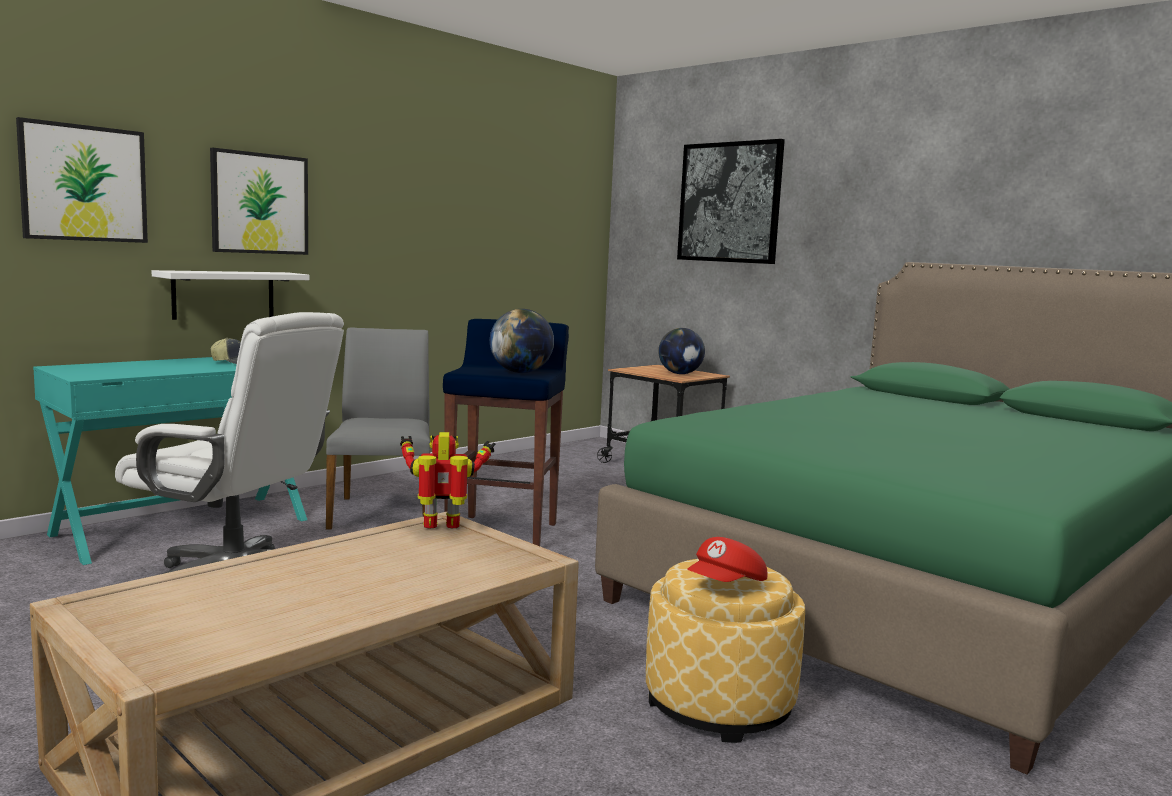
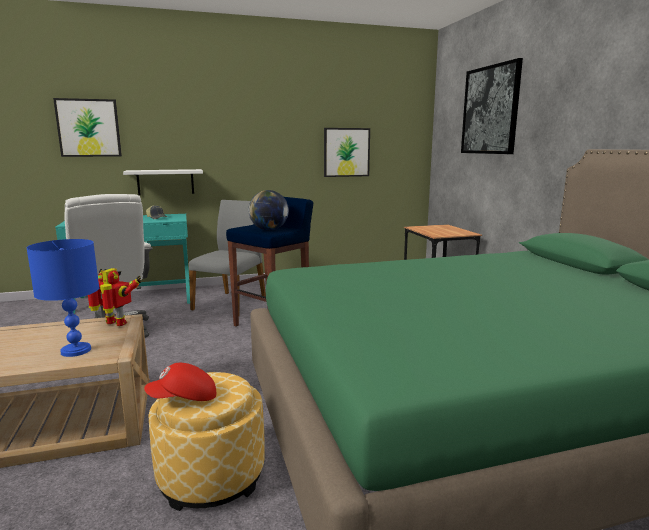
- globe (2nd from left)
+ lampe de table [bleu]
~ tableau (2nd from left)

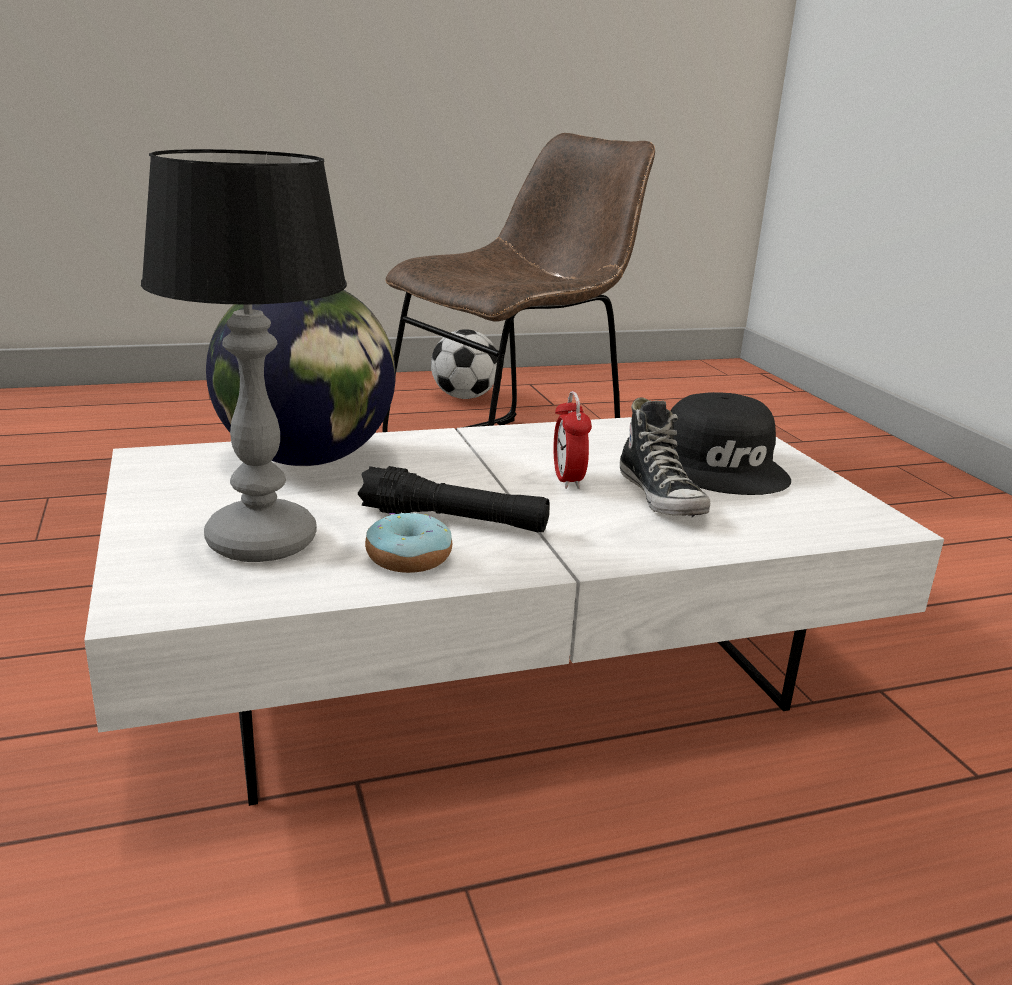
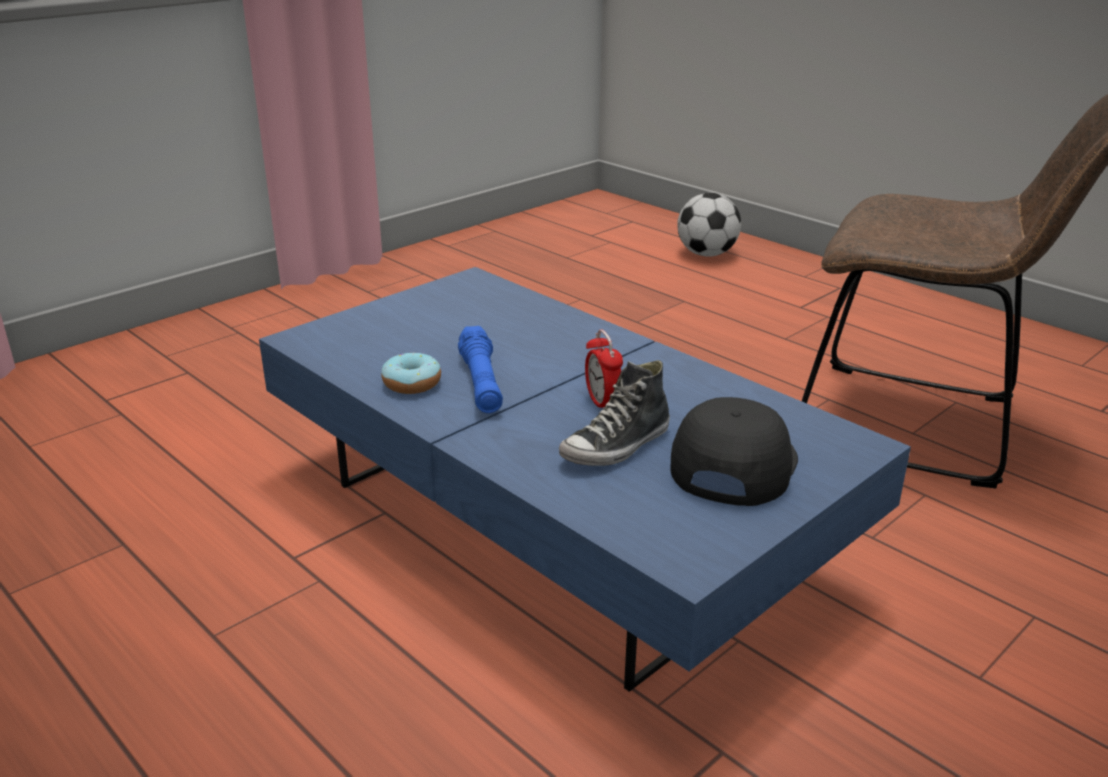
- lampe de table
- globe
~ ballon de foot
~ table basse [blanc] to table basse [bleu]
~ lampe de poche [noir] to lampe de poche [bleu]
~ réveil 75 degrees counterclockwise
~ casquette [noir] 150 degrees clockwise

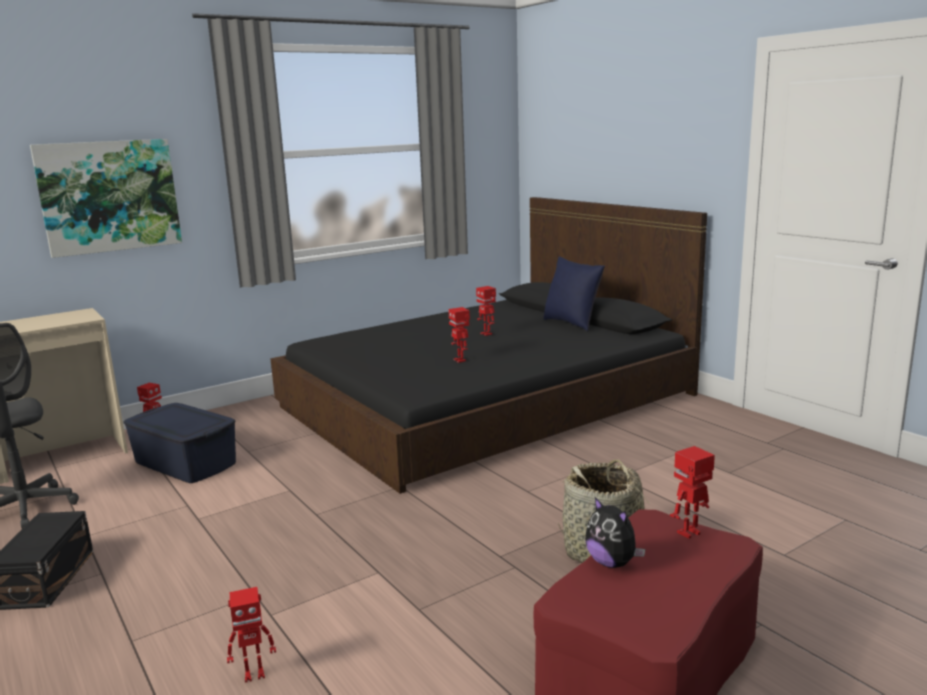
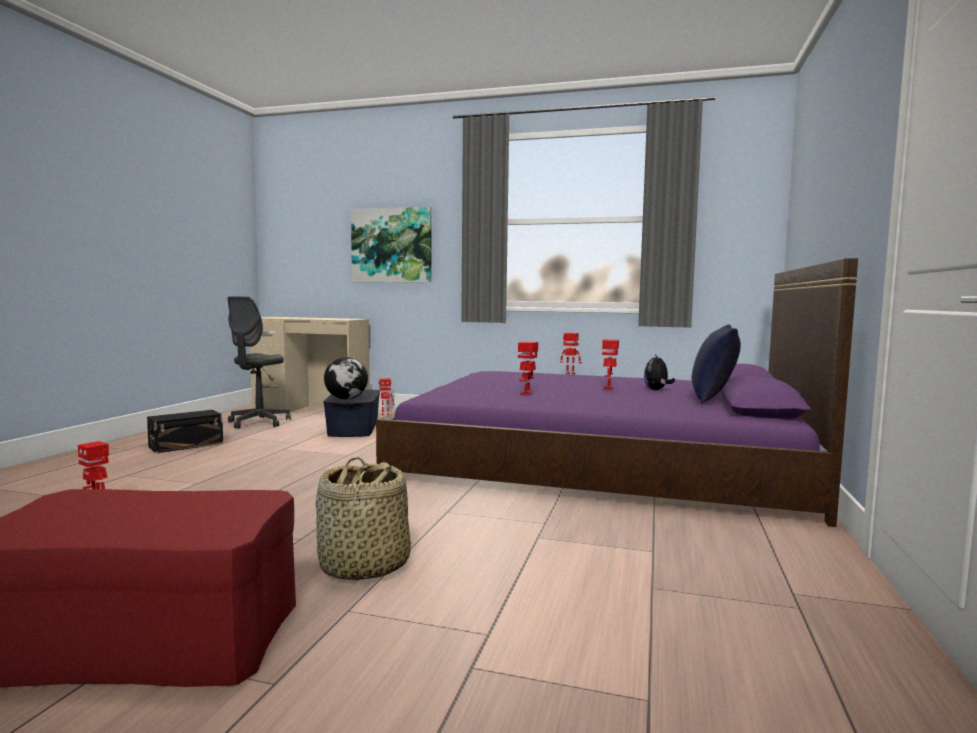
+ globe
~ peluche
~ robot jouet (5th from left in the first image) to robot jouet (4th from left)
~ lit [noir] to lit [violet]

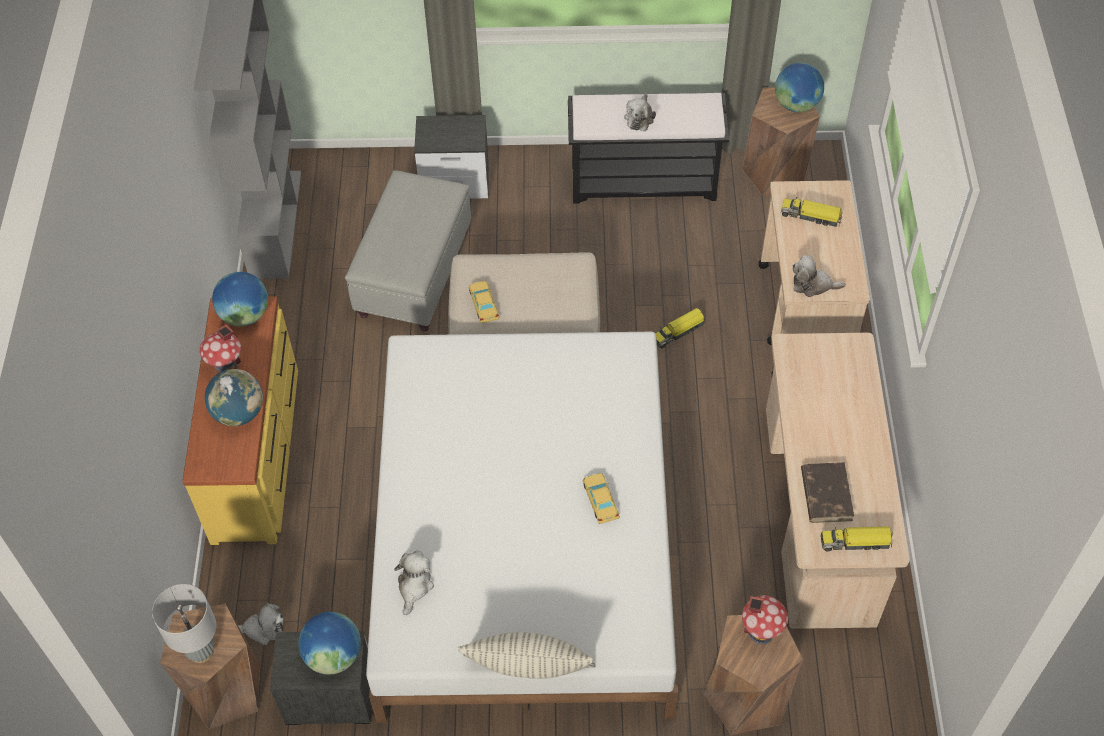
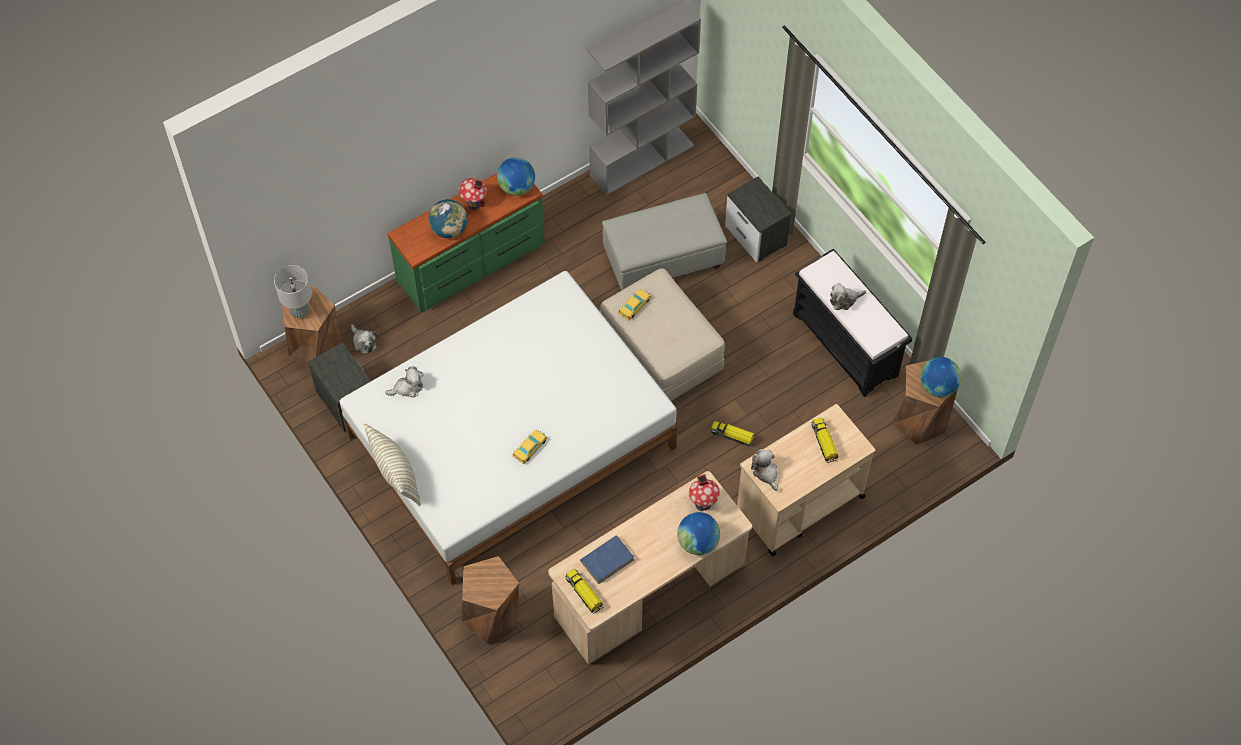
~ globe (3rd from left)
~ maison miniature (2nd from left)
~ commode [jaune] to commode [vert]
~ livre [marron] to livre [bleu]

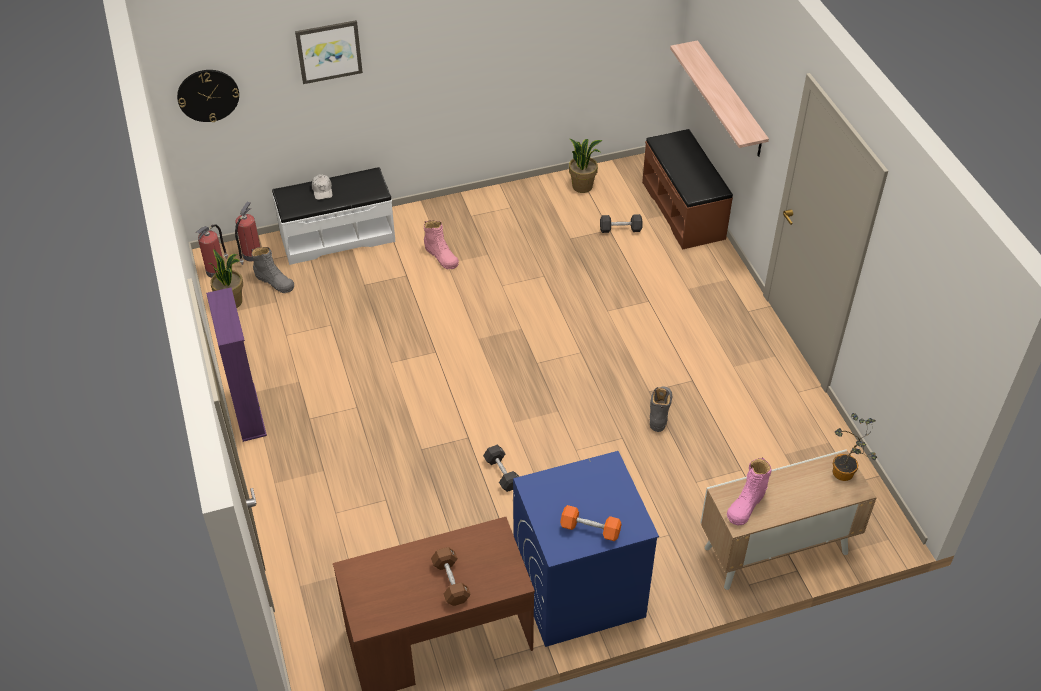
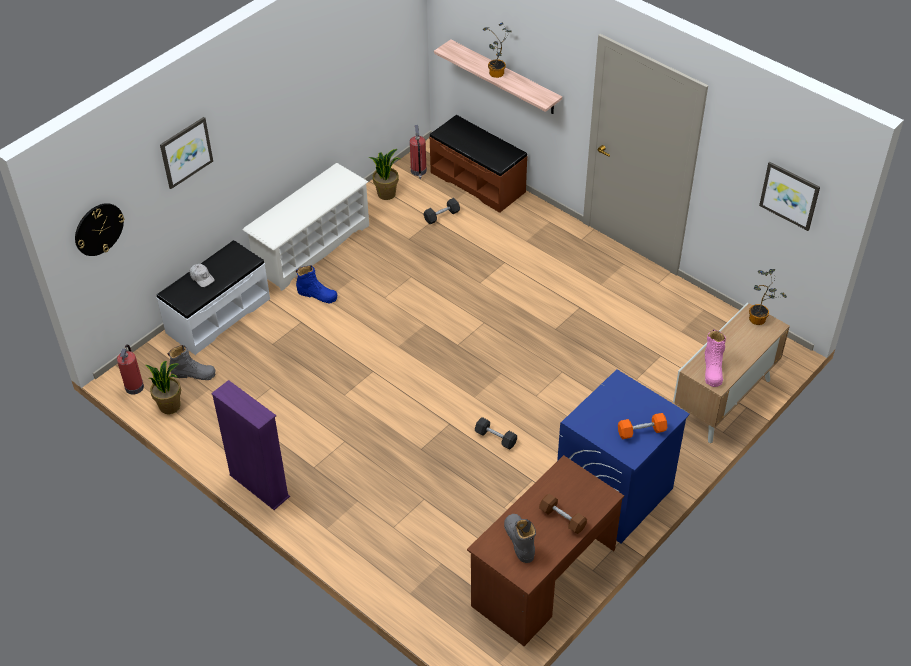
+ étagère à chaussures [blanc]
+ plante en pot (3rd from left)
+ tableau (2nd from left)
~ extincteur (2nd from left)
~ botte [gris] (2nd from left)
~ botte [rose] (1st from left) to botte [bleu]

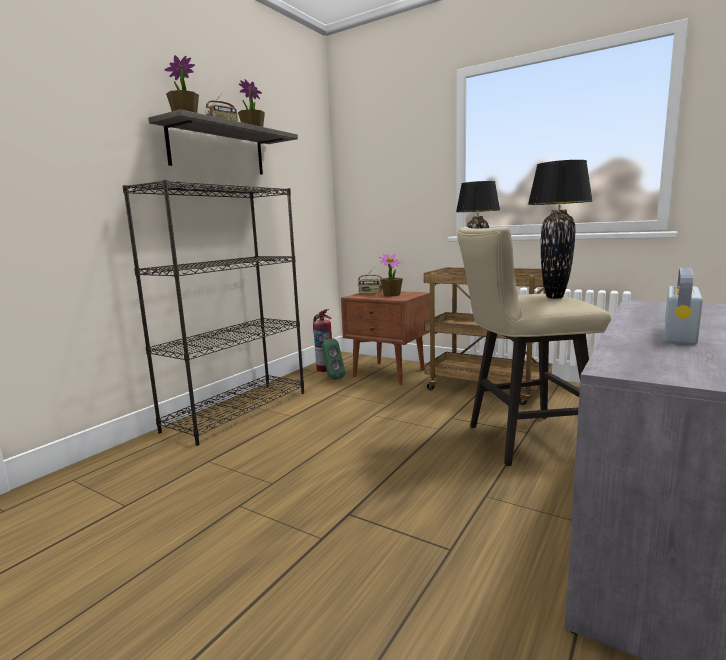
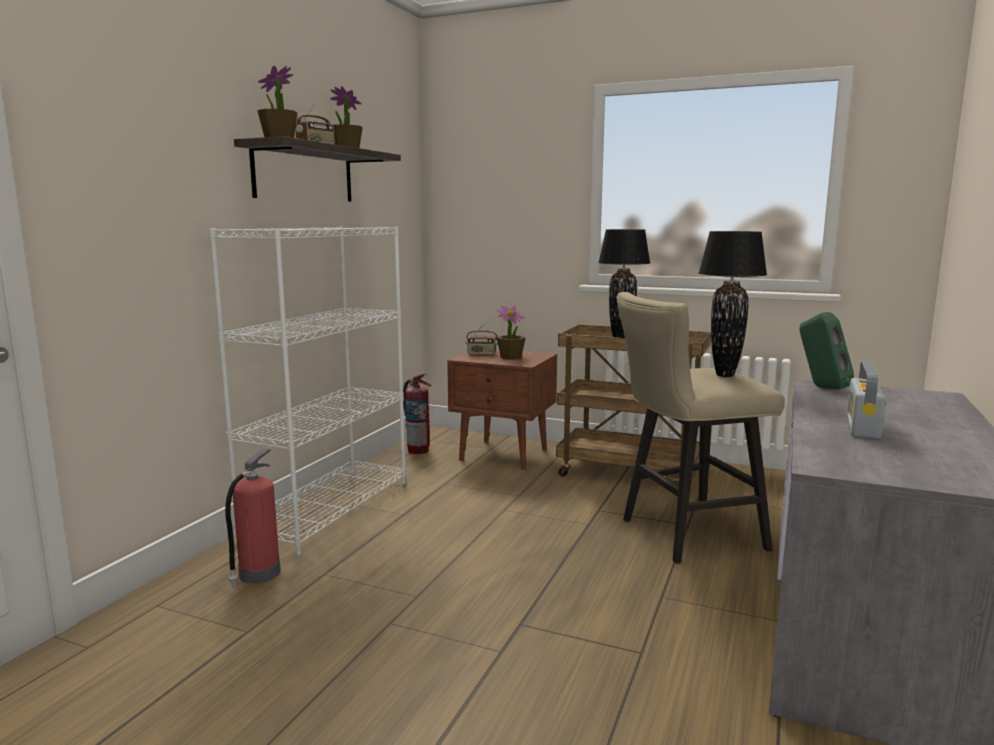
+ extincteur (1st from left)
~ enceinte [vert]
~ bibliothèque [noir] to bibliothèque [blanc]

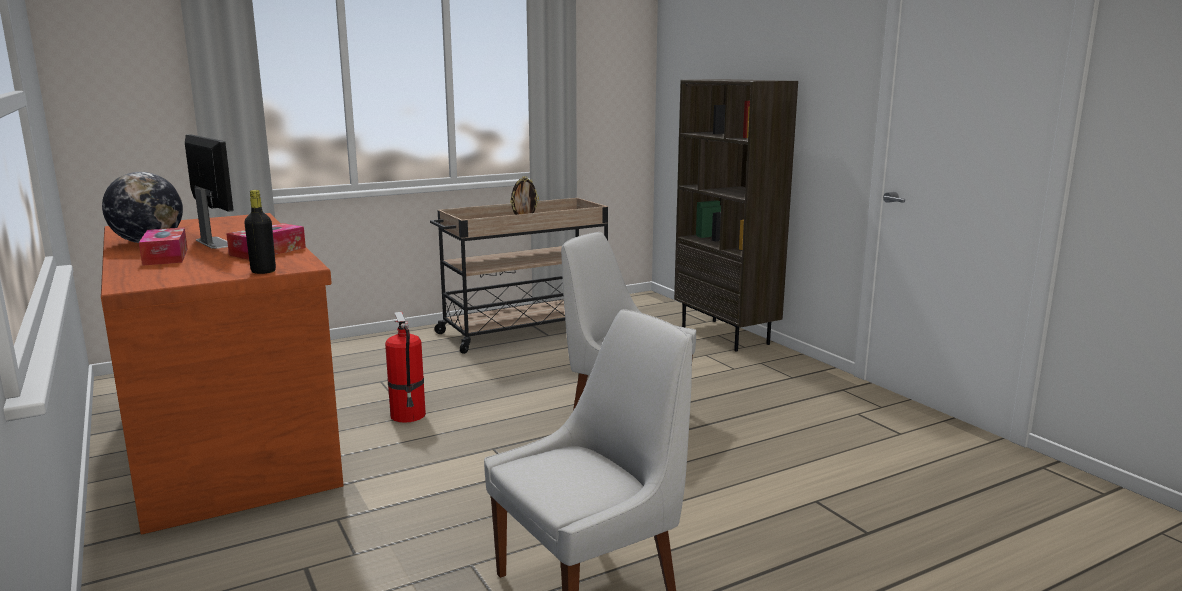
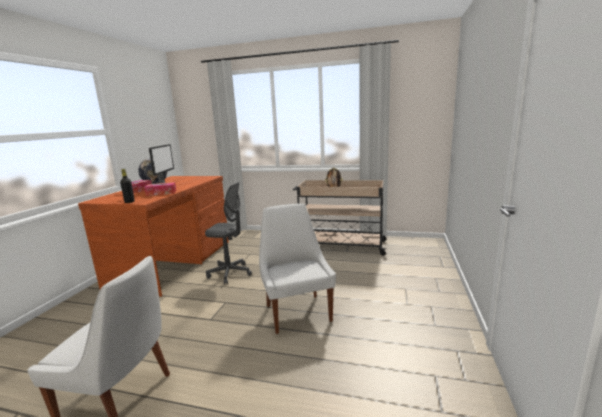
- bibliothèque [marron]
~ extincteur to chaise de bureau [gris]

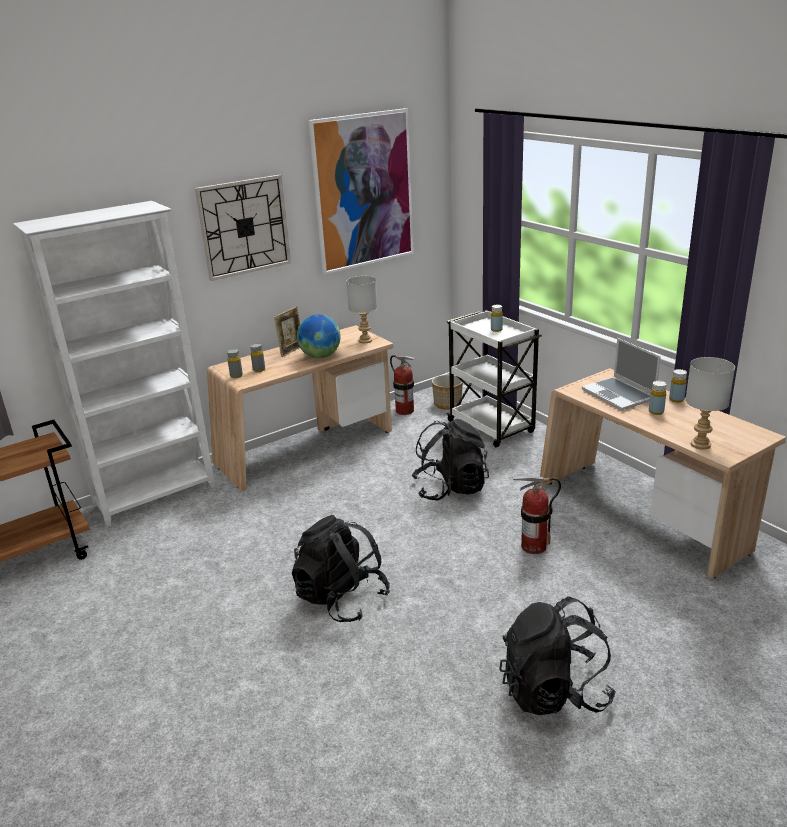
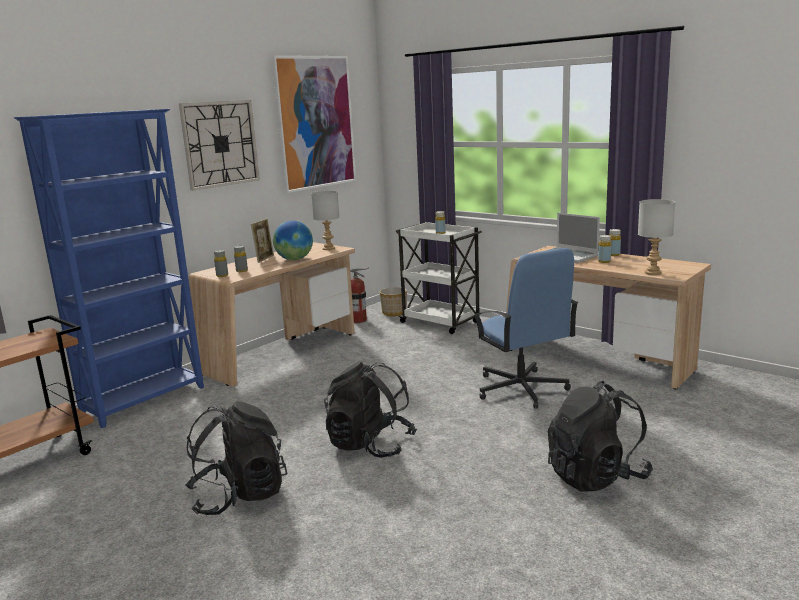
~ sac à dos [noir] (2nd from left in the first image) to sac à dos [noir] (1st from left)
~ extincteur (2nd from left) to chaise de bureau [bleu]
~ bibliothèque [blanc] to bibliothèque [bleu]

